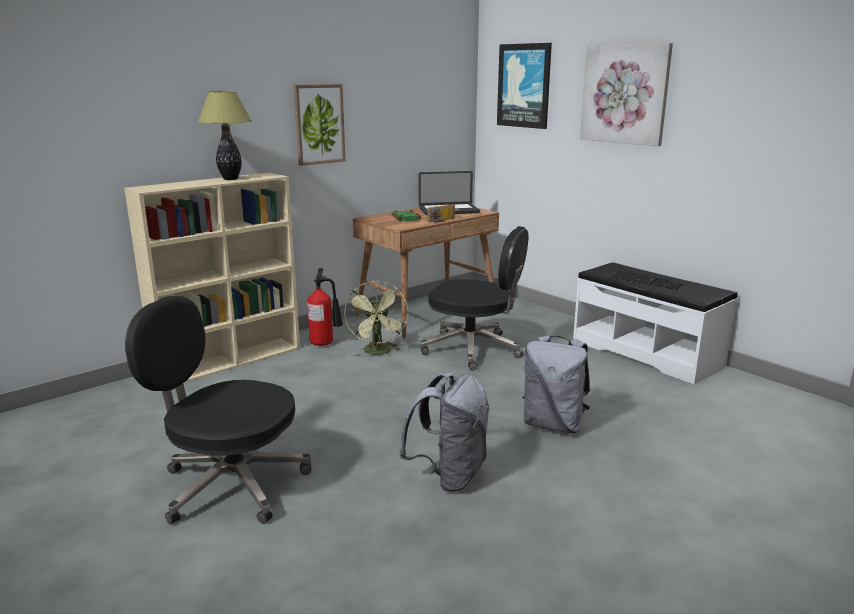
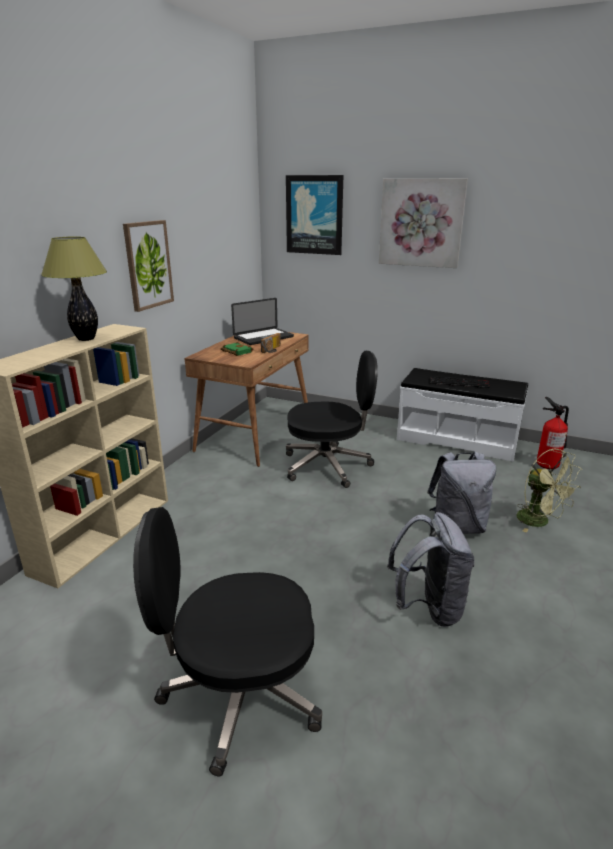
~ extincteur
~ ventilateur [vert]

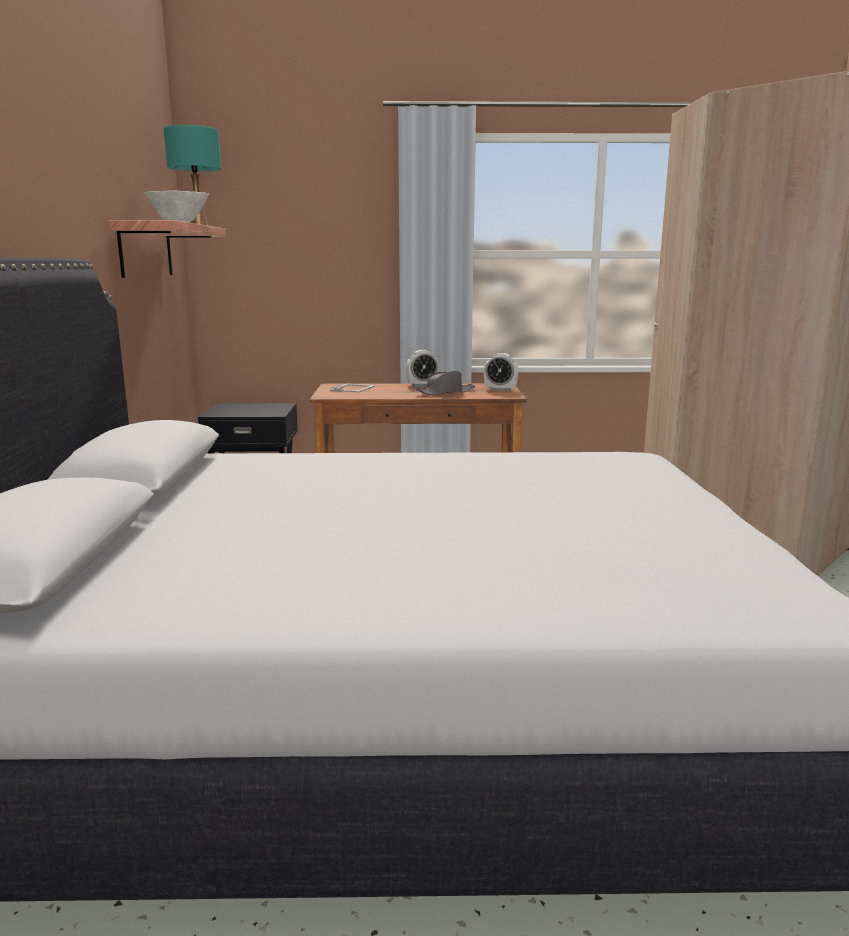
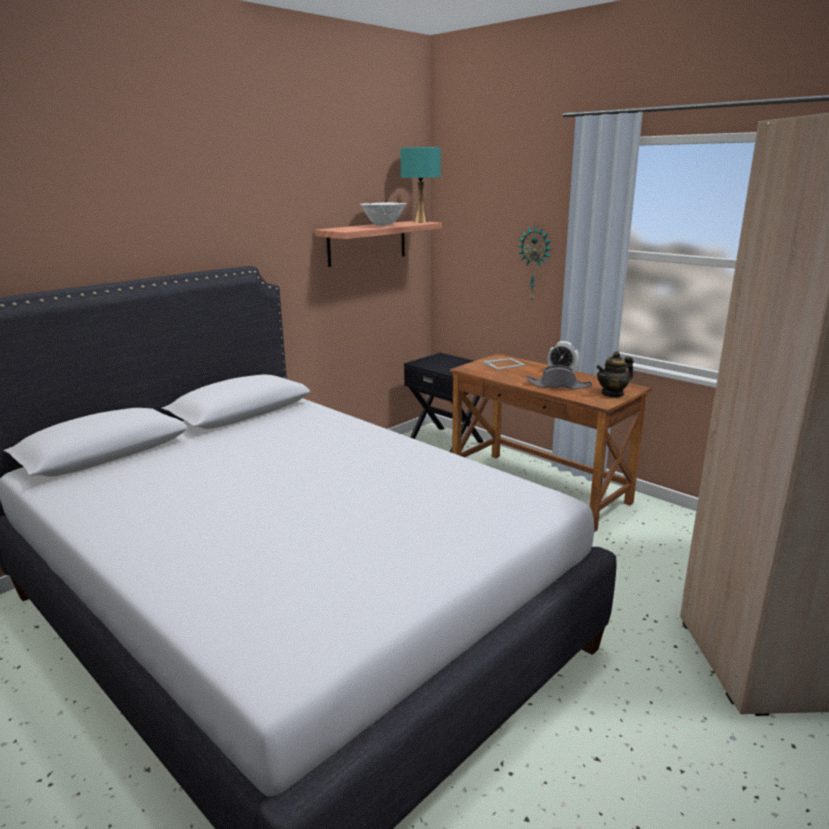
+ horloge murale
~ réveil (2nd from left) to théière

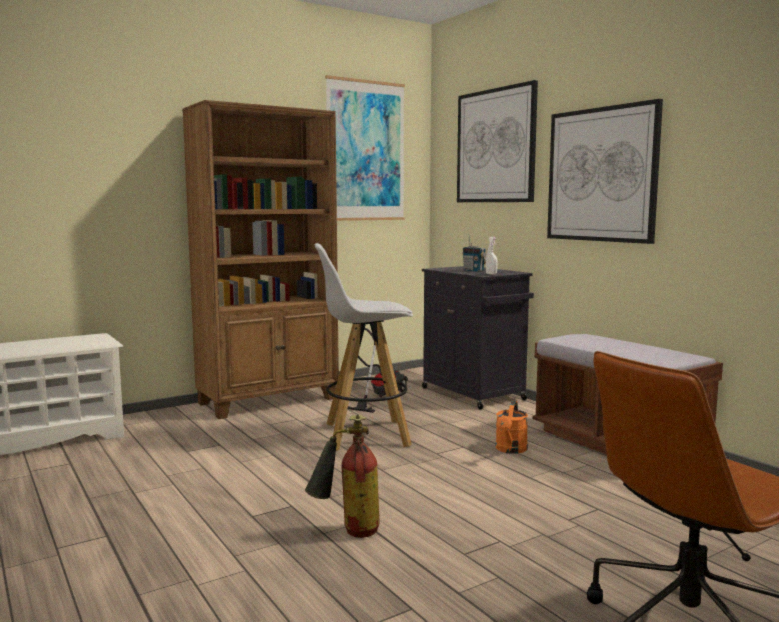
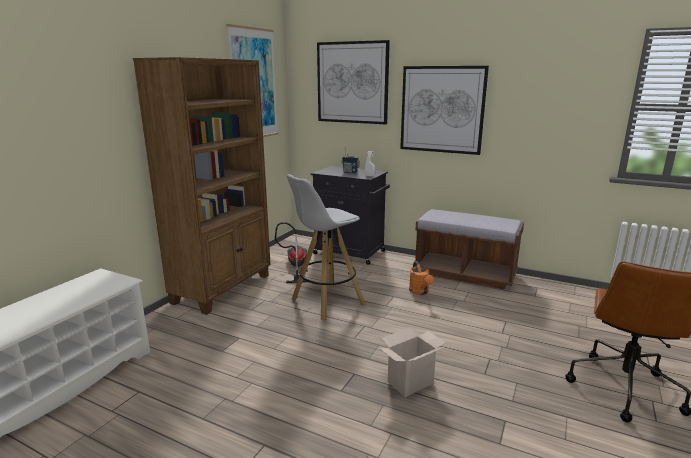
~ extincteur to carton

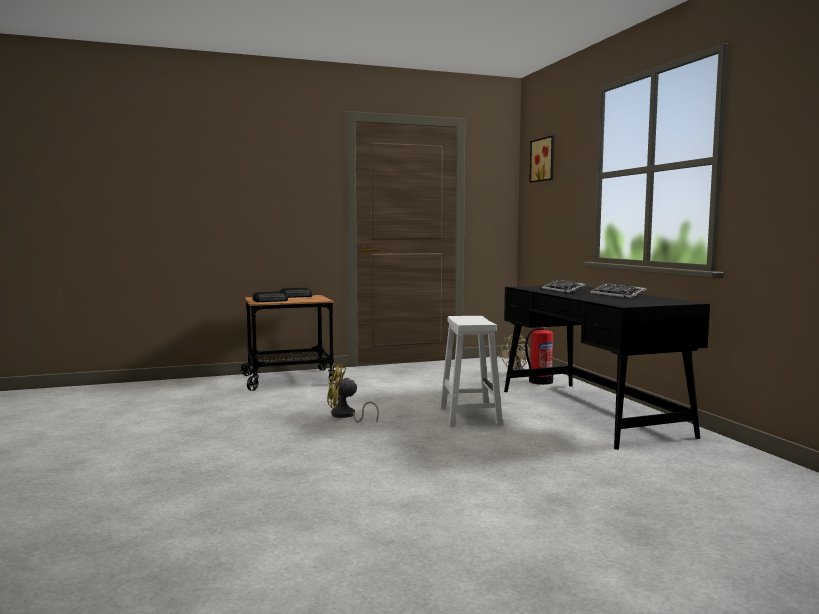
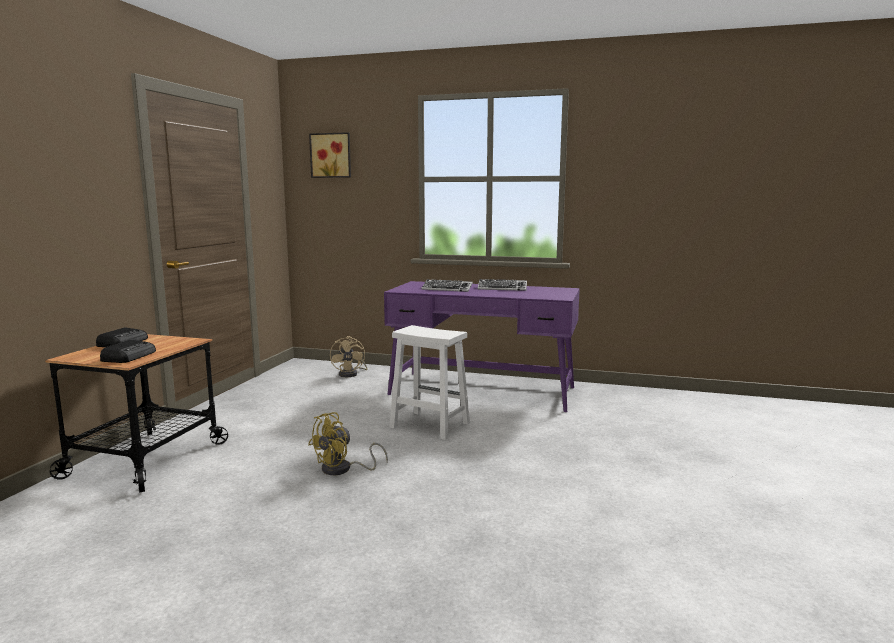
- extincteur
~ bureau [noir] to bureau [violet]

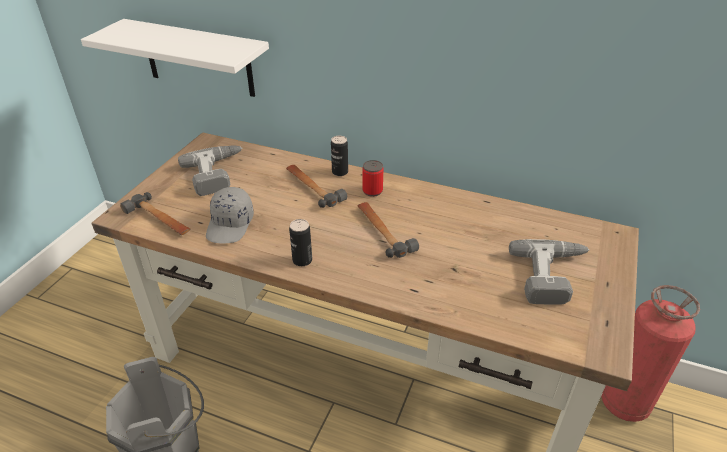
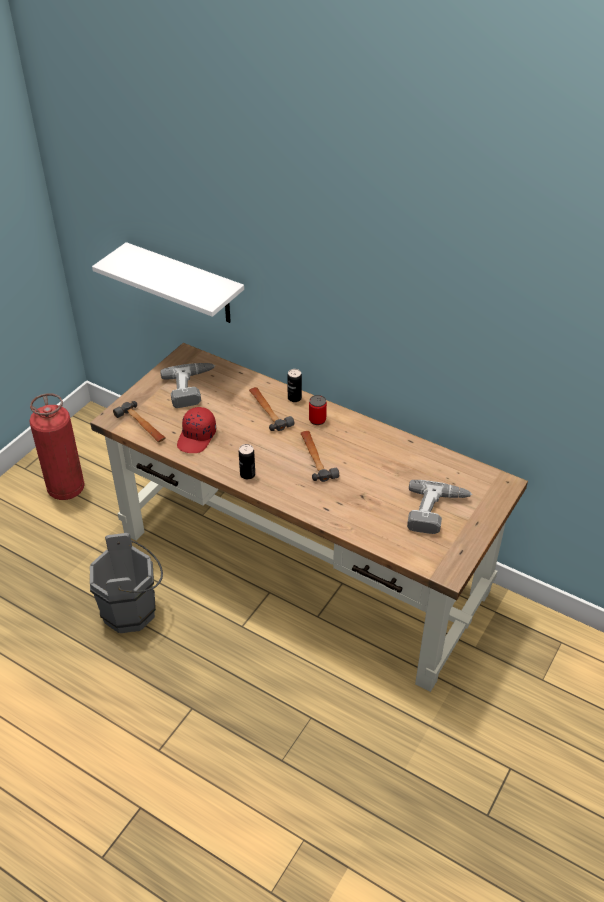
~ extincteur
~ casquette [gris] to casquette [rouge]

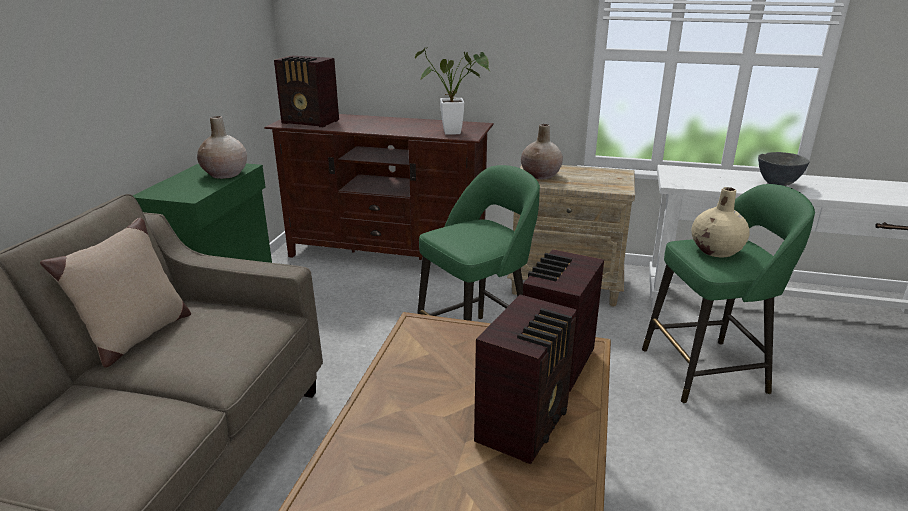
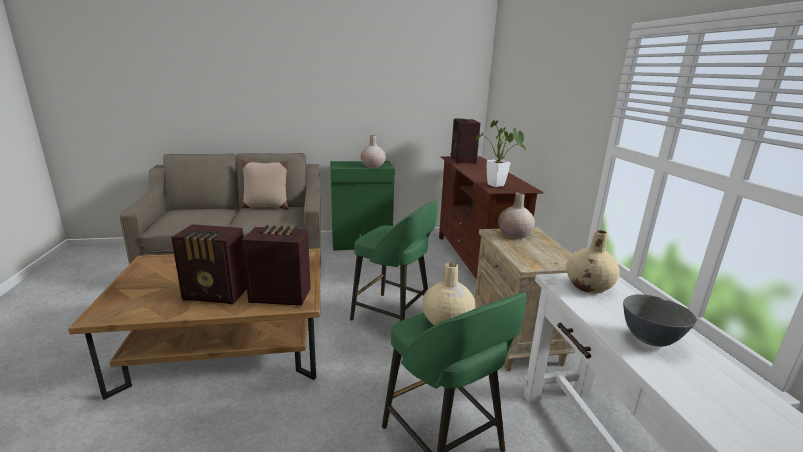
+ vase [beige] (4th from left)

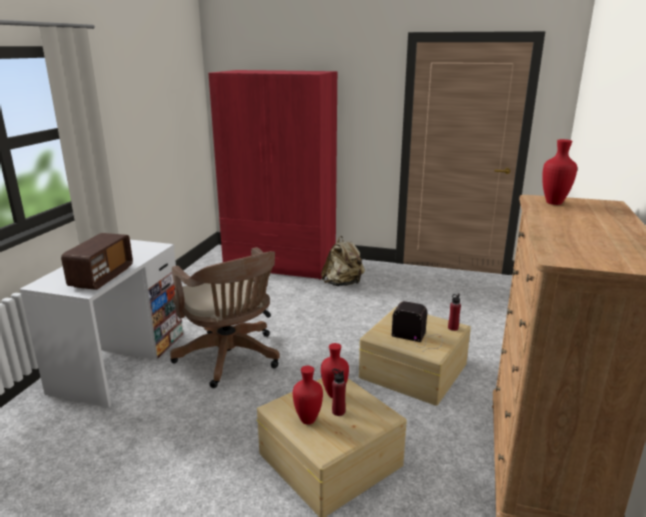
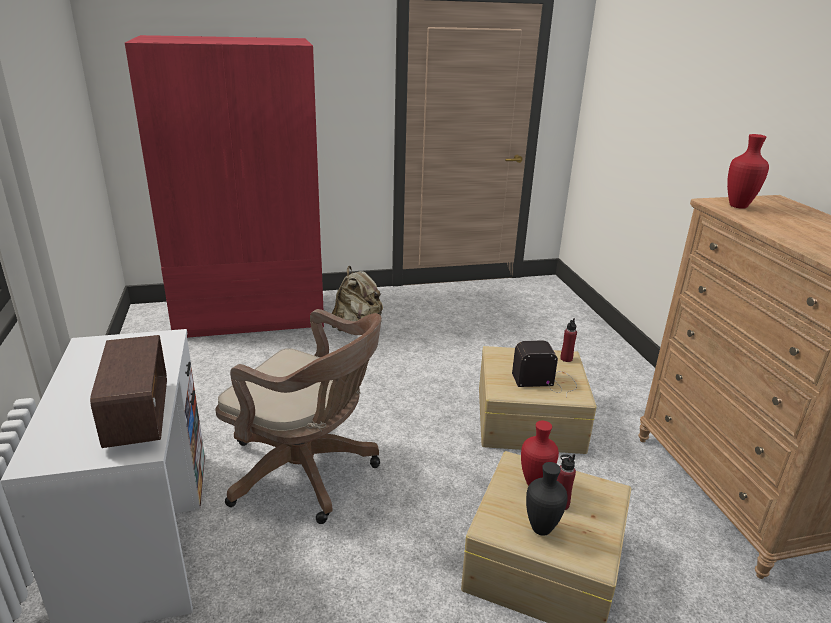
~ vase [rouge] (1st from left) to vase [noir]

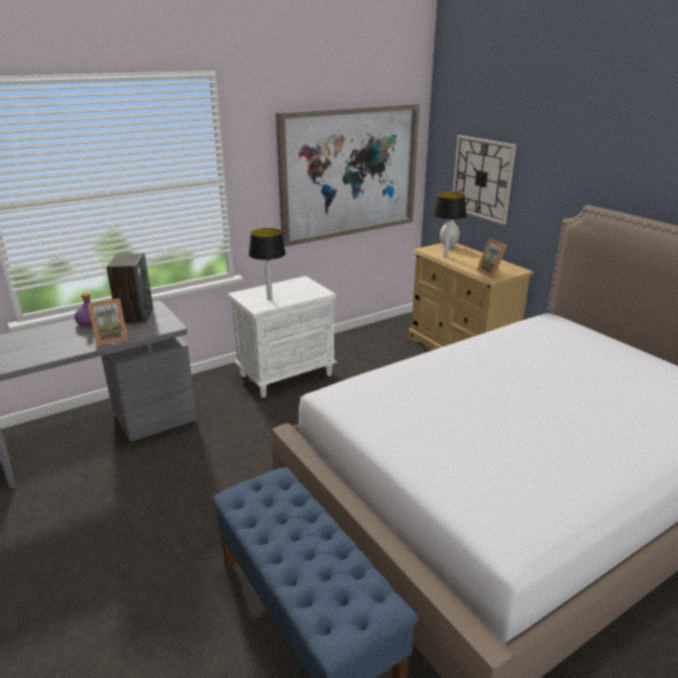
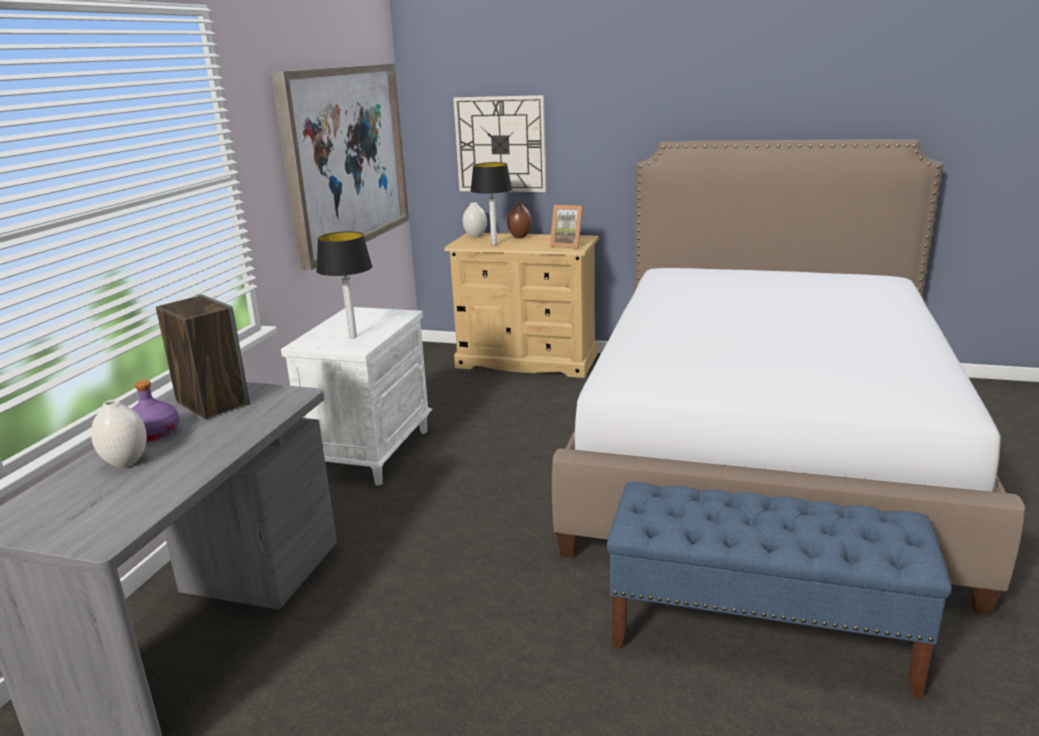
- cadre photo (1st from left)
+ vase [blanc] (1st from left)
+ vase [marron]

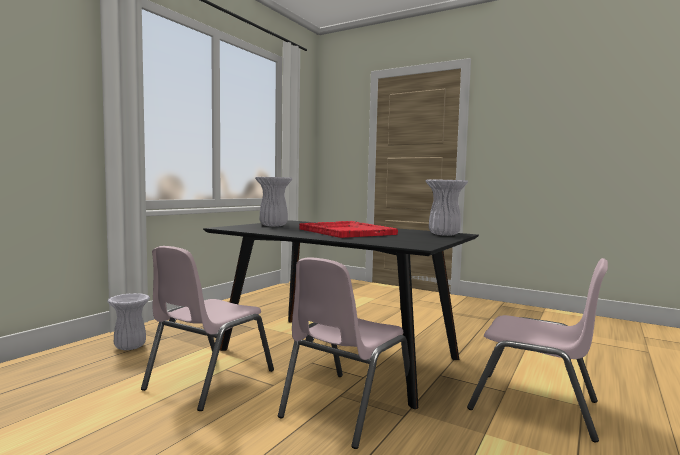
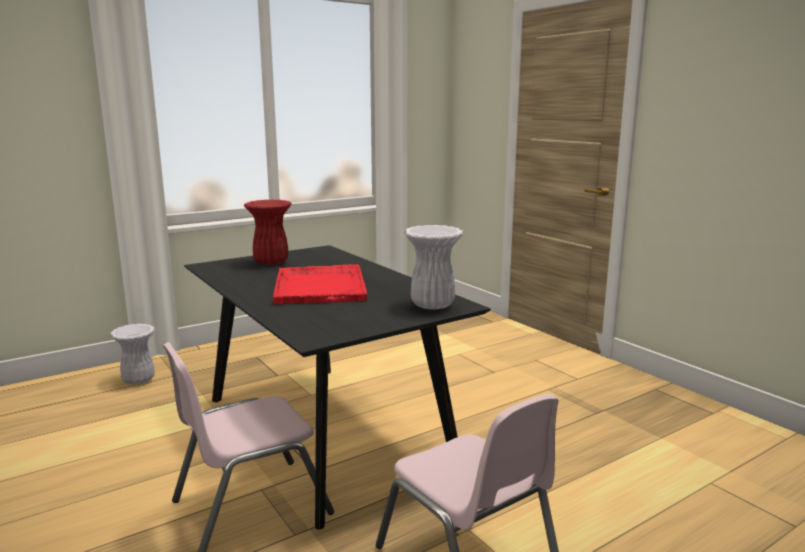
- chaise [rose] (1st from left)
~ vase [blanc] (2nd from left) to vase [rouge]

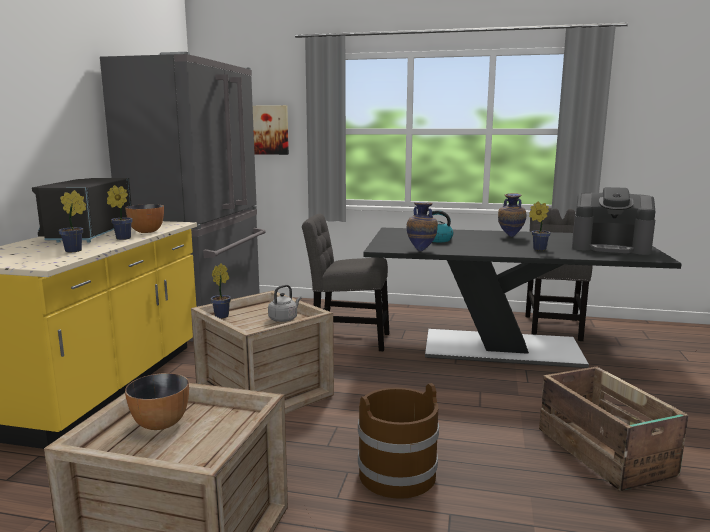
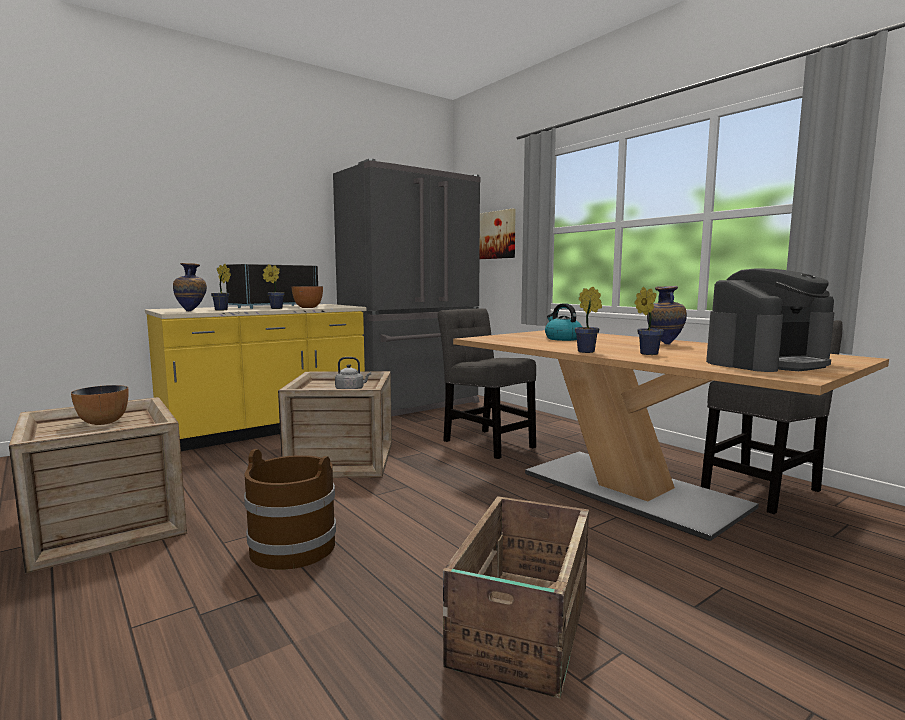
~ plante en pot (3rd from left)
~ vase (1st from left)
~ table à manger [noir] to table à manger [beige]
~ machine à café 90 degrees counterclockwise

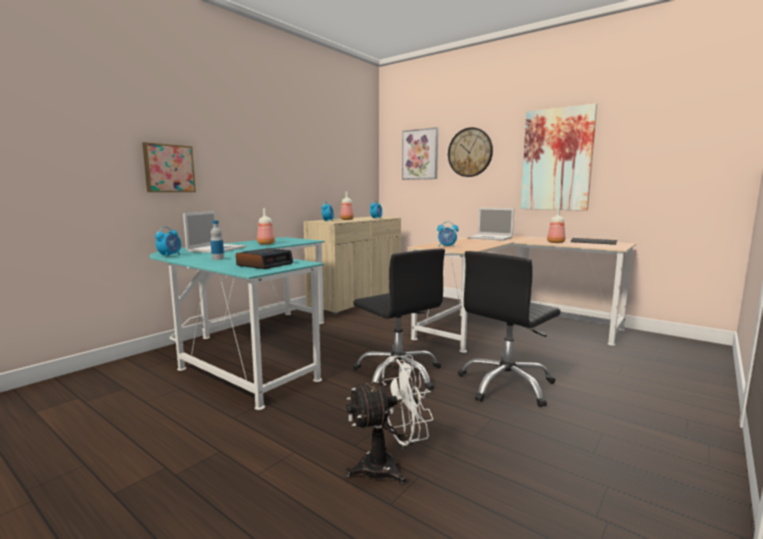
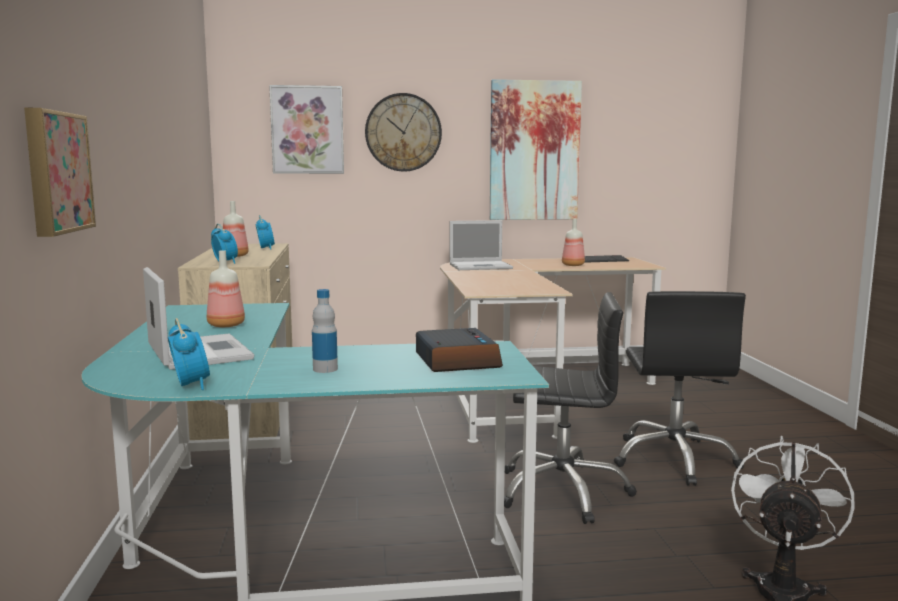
- réveil (5th from left)

